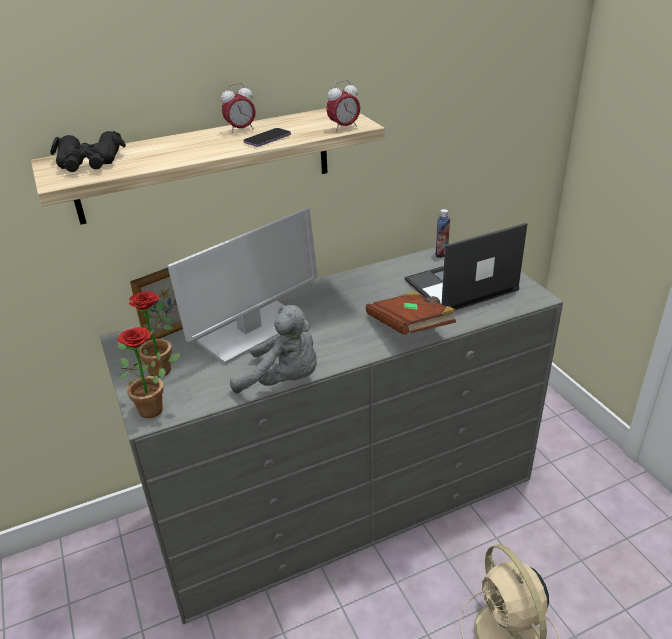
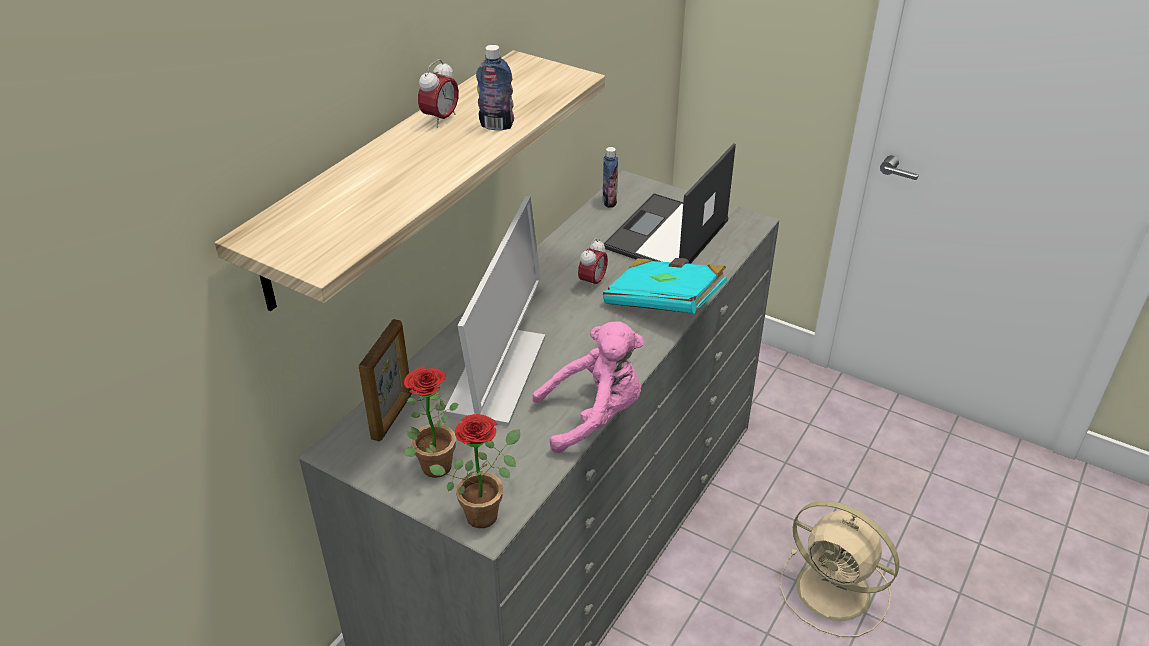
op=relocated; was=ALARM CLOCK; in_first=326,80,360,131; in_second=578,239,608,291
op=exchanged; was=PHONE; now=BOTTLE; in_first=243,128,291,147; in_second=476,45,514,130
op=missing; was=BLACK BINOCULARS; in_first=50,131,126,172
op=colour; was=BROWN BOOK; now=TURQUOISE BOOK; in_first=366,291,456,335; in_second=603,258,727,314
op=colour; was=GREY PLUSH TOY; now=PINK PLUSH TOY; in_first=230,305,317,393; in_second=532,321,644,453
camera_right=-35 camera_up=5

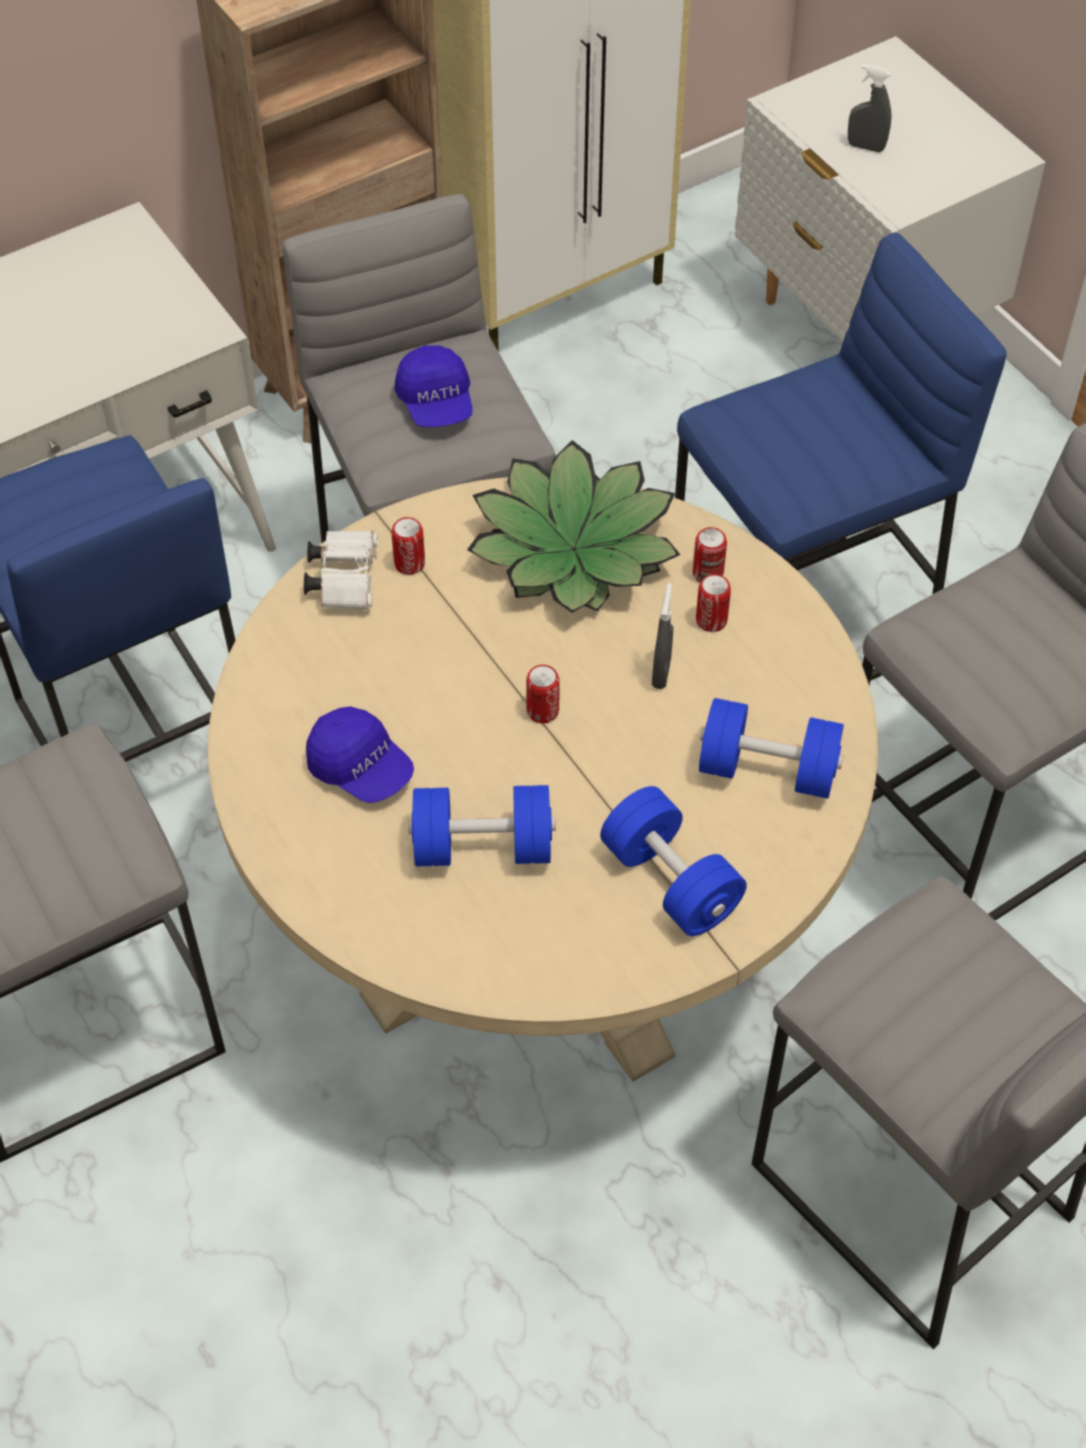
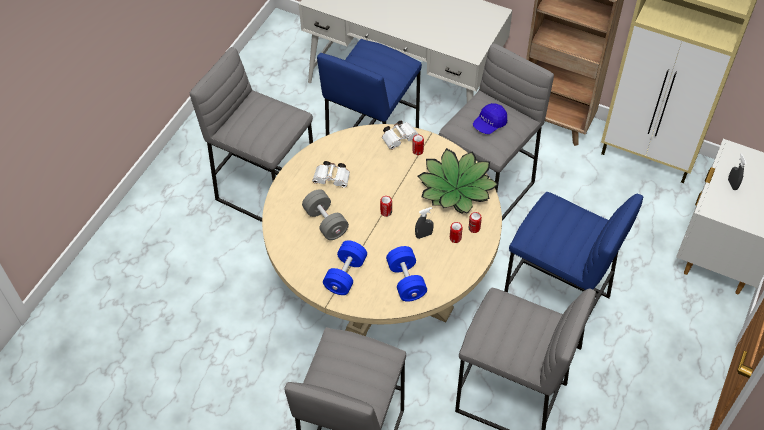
op=exchanged; was=BLUE CAP; now=WHITE BINOCULARS; in_first=306,706,414,803; in_second=312,161,350,188
op=colour; was=BLUE DUMBBELL; now=GREY DUMBBELL; in_first=408,785,556,866; in_second=302,189,349,240
camera_right=60 camera_up=0

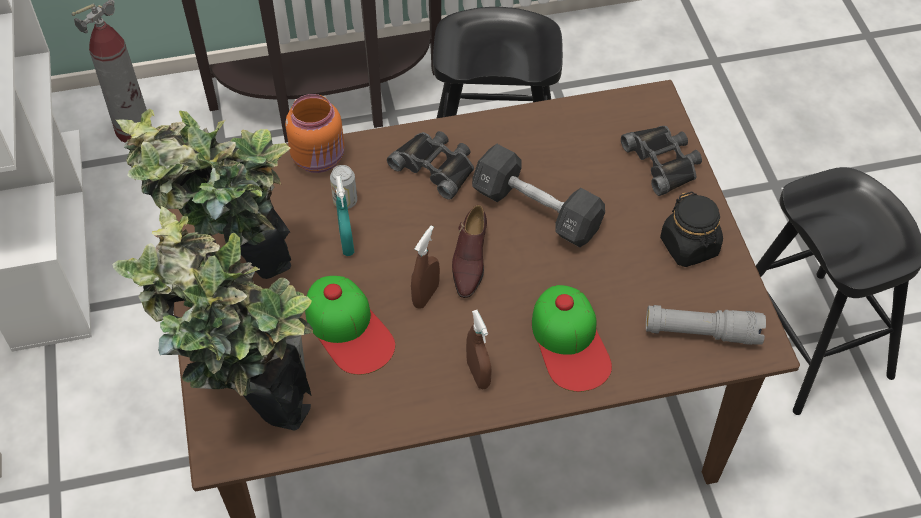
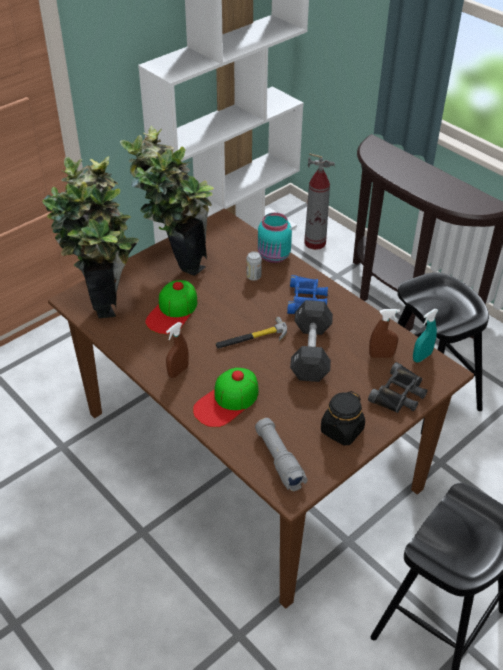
op=colour; was=ORANGE JAR; now=TURQUOISE JAR; in_first=285,94,344,173; in_second=258,213,292,263
op=colour; was=BLACK BINOCULARS; now=BLUE BINOCULARS; in_first=387,131,474,200; in_second=287,275,328,314
op=relocated; was=TURQUOISE SPRAY BOTTLE; in_first=336,176,354,256; in_second=413,309,439,362
op=exchanged; was=BROWN SHOE; now=HAMMER; in_first=452,205,487,298; in_second=216,317,287,348
op=relocated; was=BROWN SPRAY BOTTLE; in_first=411,225,440,309; in_second=369,309,400,358
camera_right=60 camera_up=-10

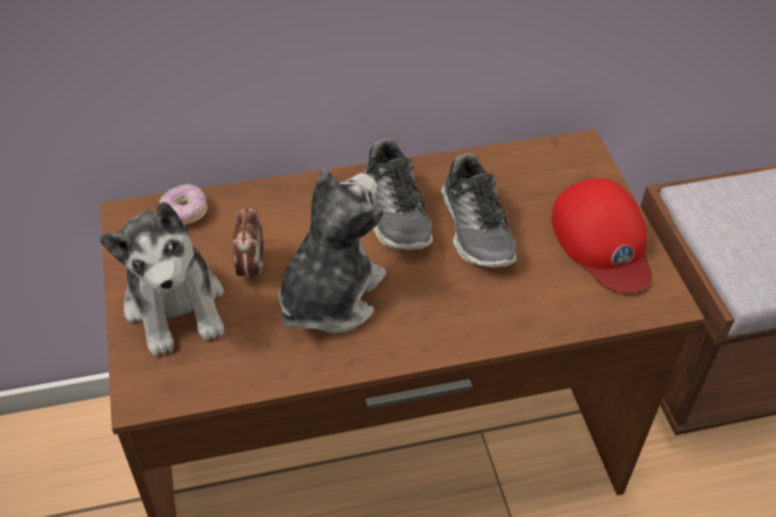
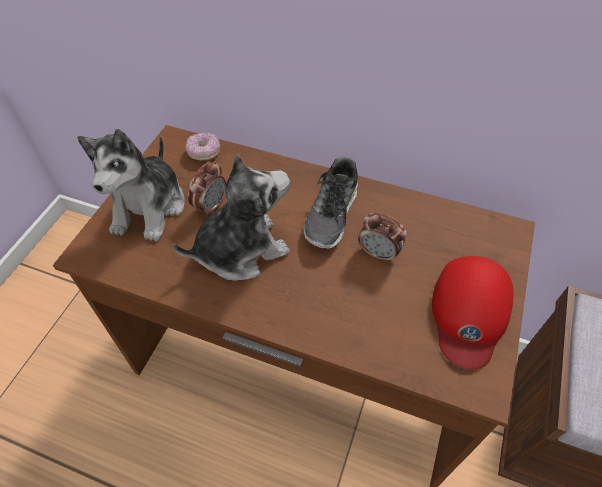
op=exchanged; was=SHOE; now=ALARM CLOCK; in_first=441,153,516,267; in_second=358,212,407,263
camera_right=35 camera_up=5

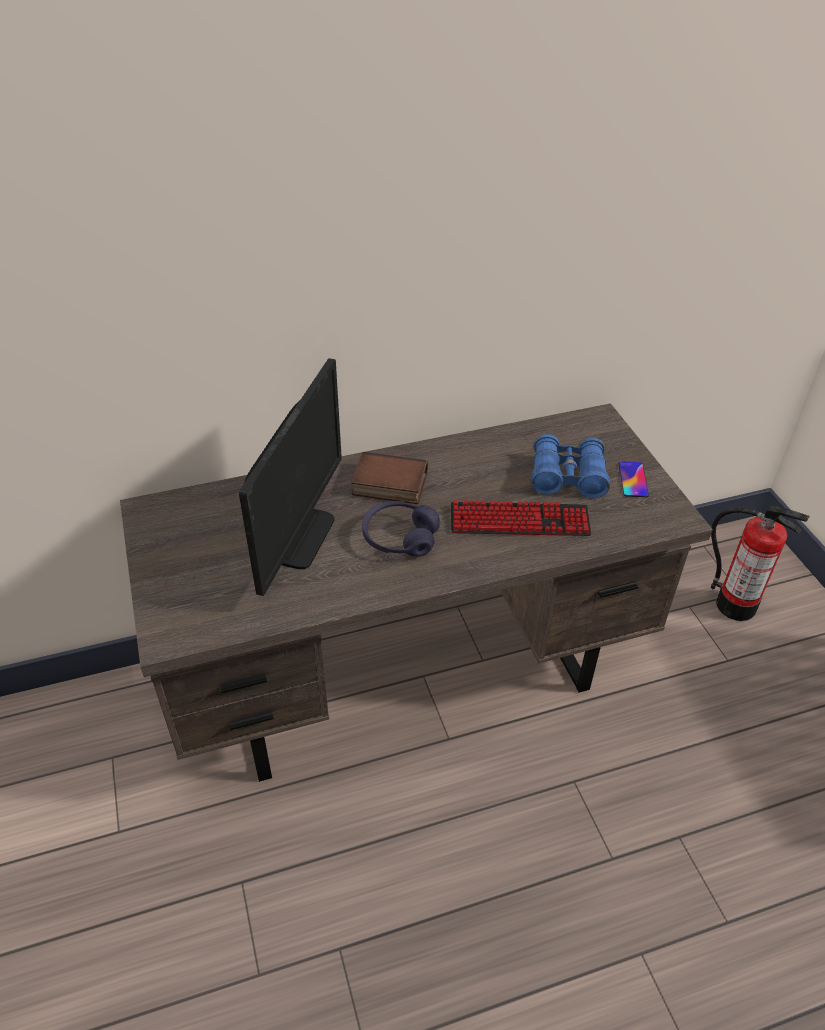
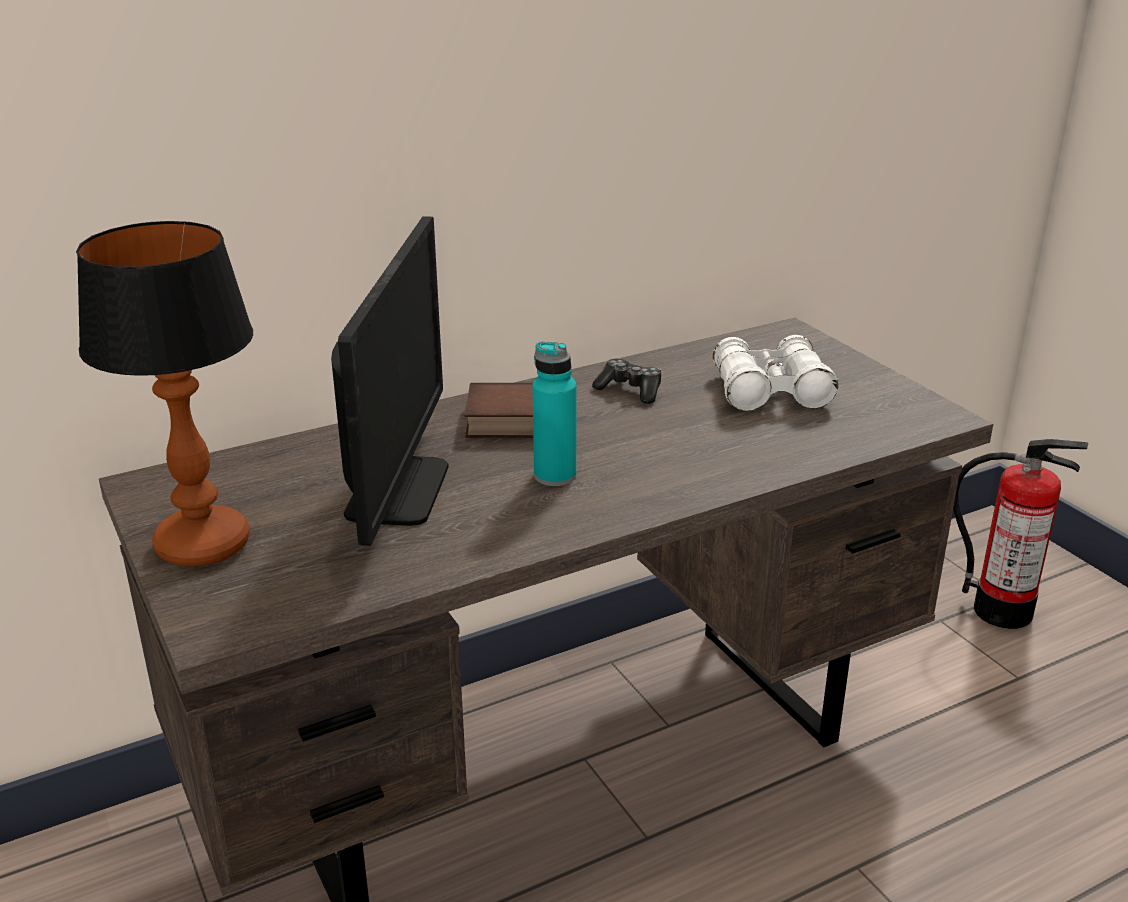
op=colour; was=BLUE BINOCULARS; now=WHITE BINOCULARS; in_first=531,434,610,498; in_second=713,335,838,411
op=missing; was=PHONE; in_first=618,461,649,497
op=missing; was=KEYBOARD; in_first=451,500,591,536
op=exchanged; was=PURPLE HEADPHONES; now=TURQUOISE BOTTLE; in_first=362,501,440,557; in_second=533,342,577,486
op=appeared; now=TABLE LAMP; in_second=76,221,253,567
op=appeared; now=GAME CONTROLLER; in_second=592,358,661,404
camera_right=-10 camera_up=-15

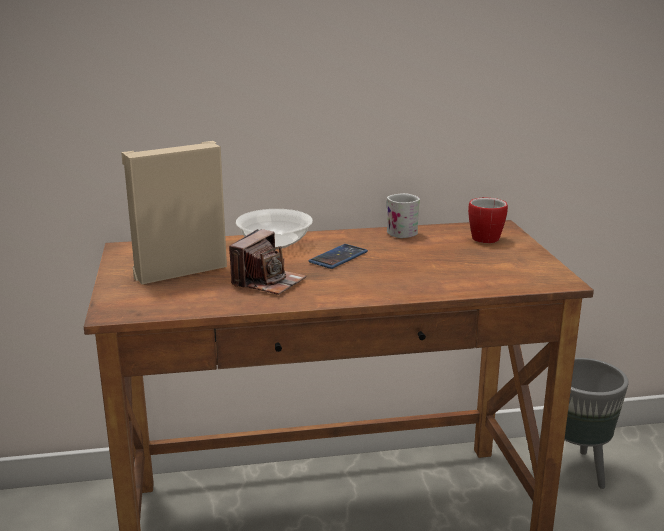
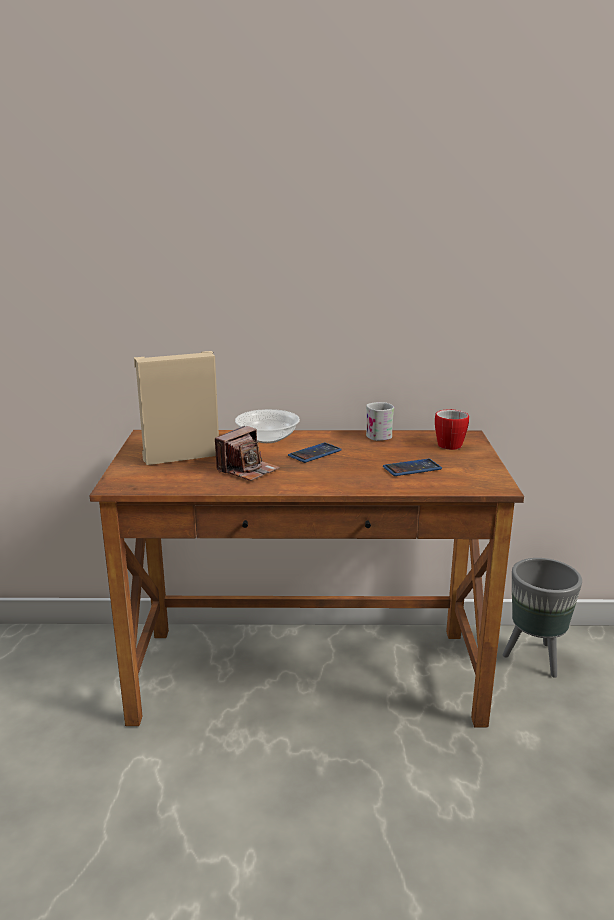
op=appeared; now=PHONE; in_second=383,458,442,476
camera_right=10 camera_up=0

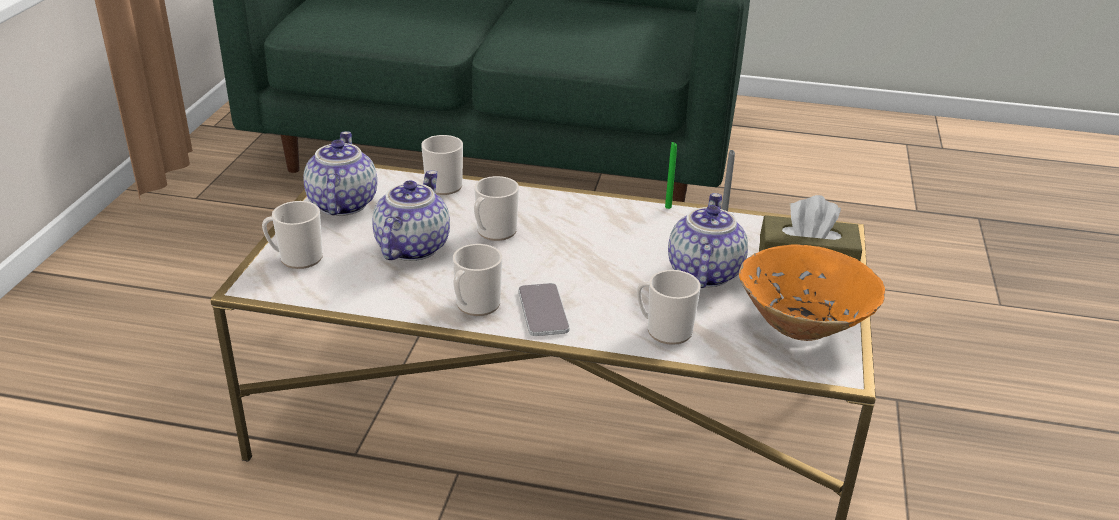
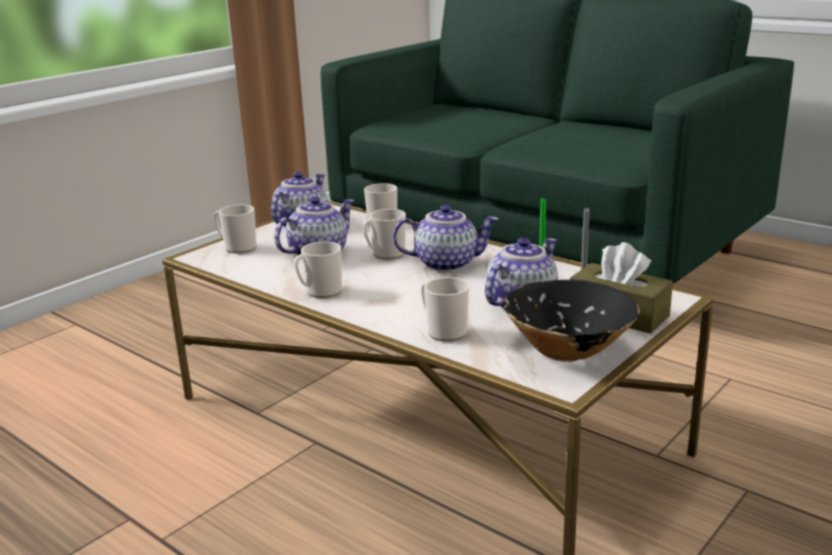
op=colour; was=ORANGE BOWL; now=BLACK BOWL; in_first=739,244,885,341; in_second=504,280,640,362
op=missing; was=PHONE; in_first=519,283,570,336
op=appeared; now=TEAPOT; in_second=393,204,499,272
camera_right=30 camera_up=-10

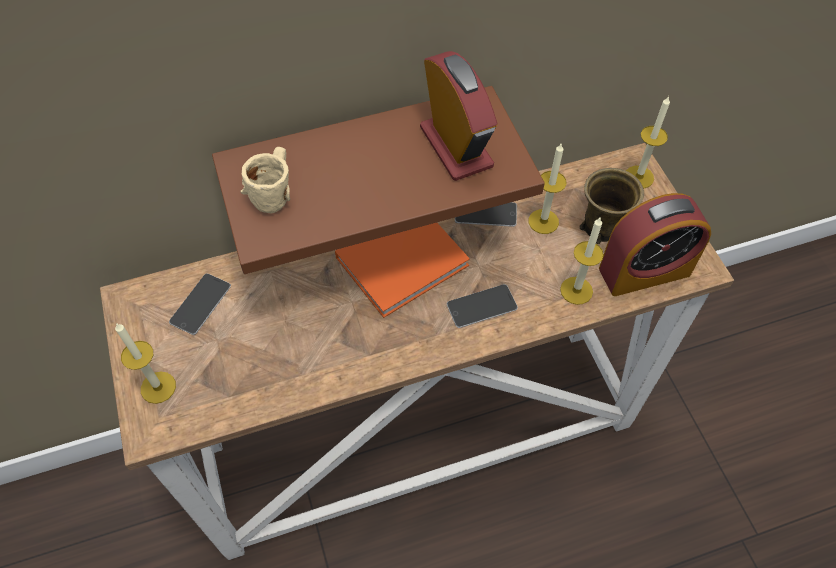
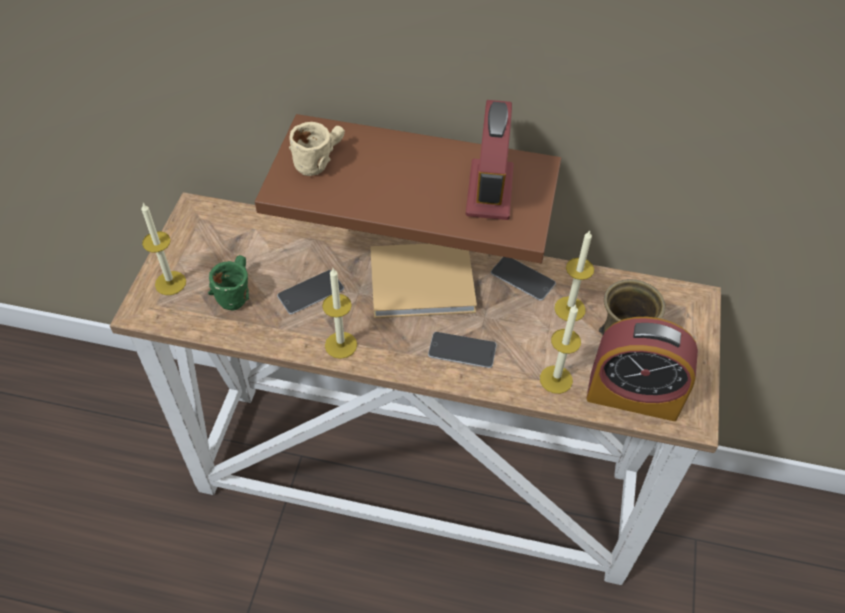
op=relocated; was=CANDLE; in_first=626,96,670,188; in_second=322,268,357,359
op=colour; was=ORANGE BOOK; now=BEIGE BOOK; in_first=335,223,470,318; in_second=370,244,477,318
op=relocated; was=PHONE; in_first=169,274,231,335; in_second=277,270,344,314
op=appeared; now=GREEN MUG; in_second=208,255,249,311
camera_right=30 camera_up=-5

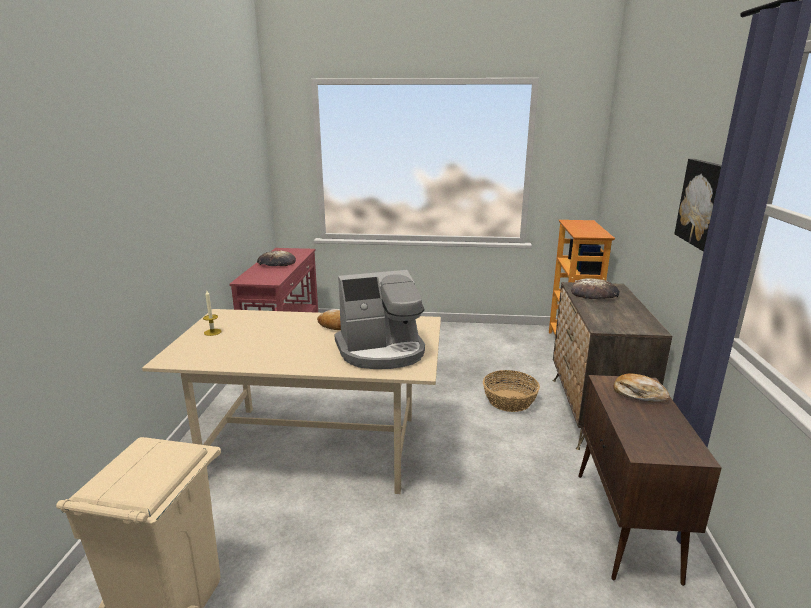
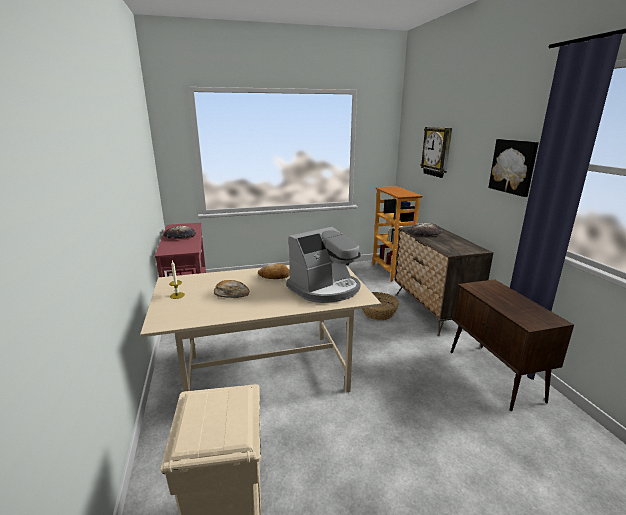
op=relocated; was=BREAD; in_first=613,373,670,402; in_second=214,280,249,298
op=appeared; now=WALL CLOCK; in_second=420,127,452,178
camera_right=-20 camera_up=0

